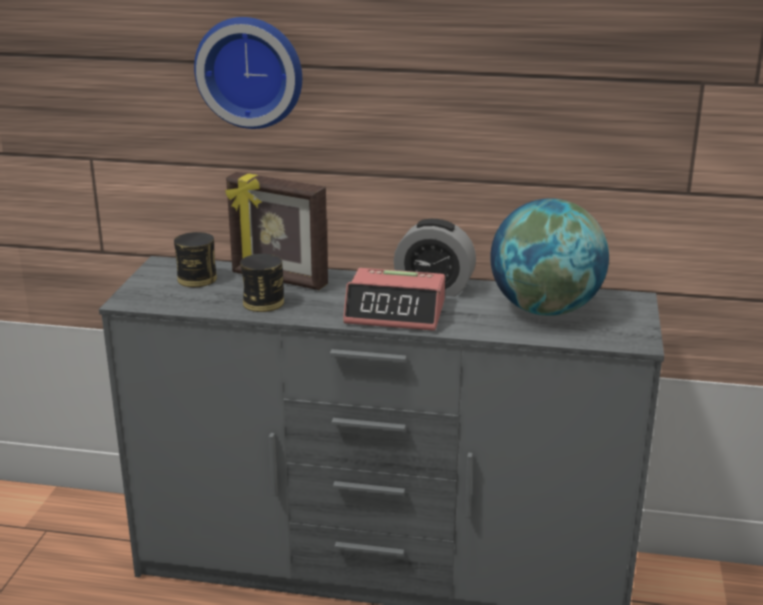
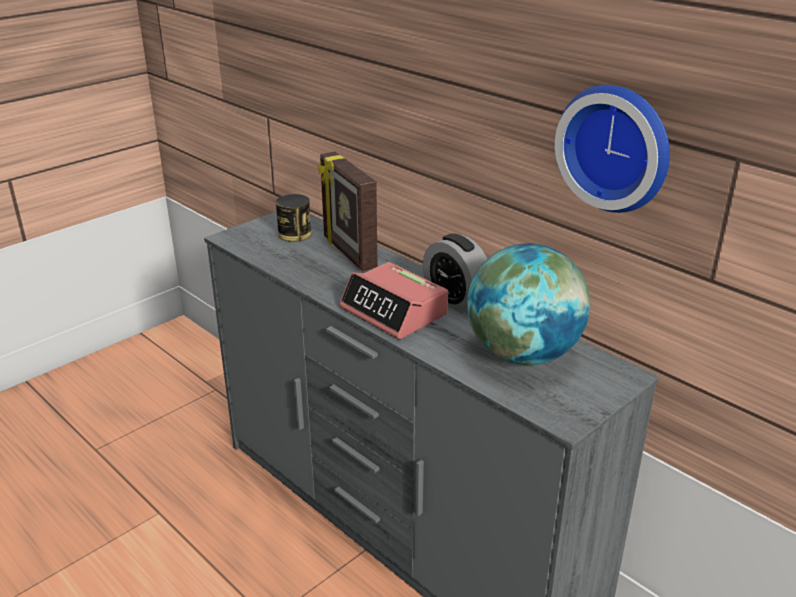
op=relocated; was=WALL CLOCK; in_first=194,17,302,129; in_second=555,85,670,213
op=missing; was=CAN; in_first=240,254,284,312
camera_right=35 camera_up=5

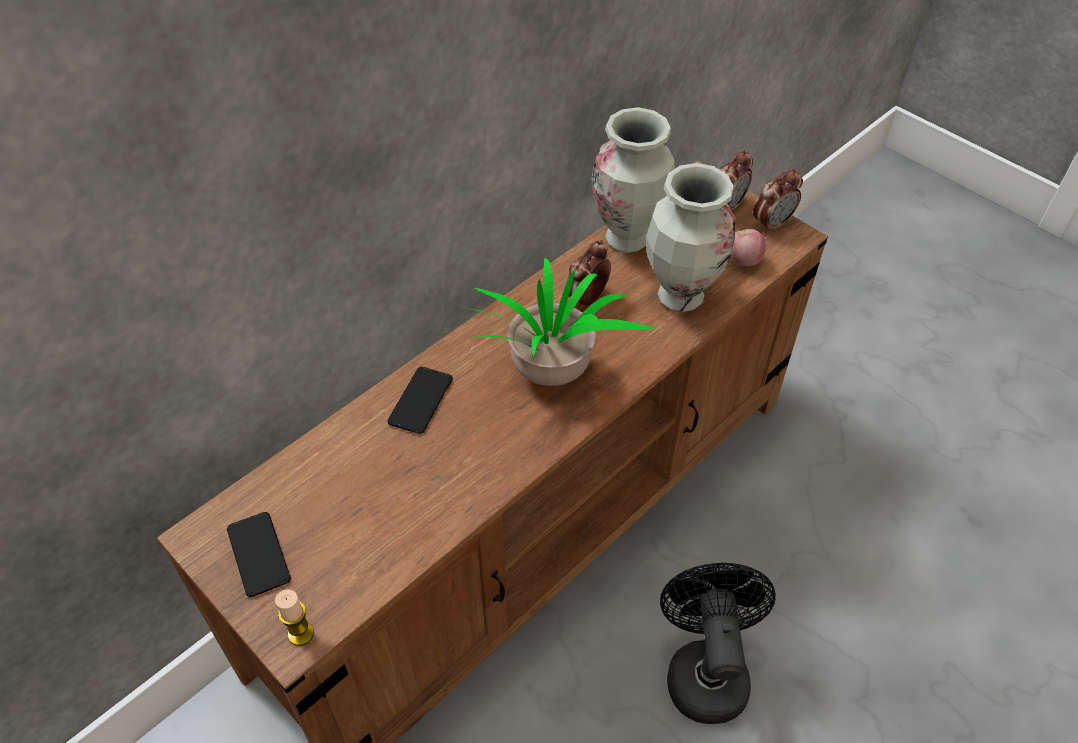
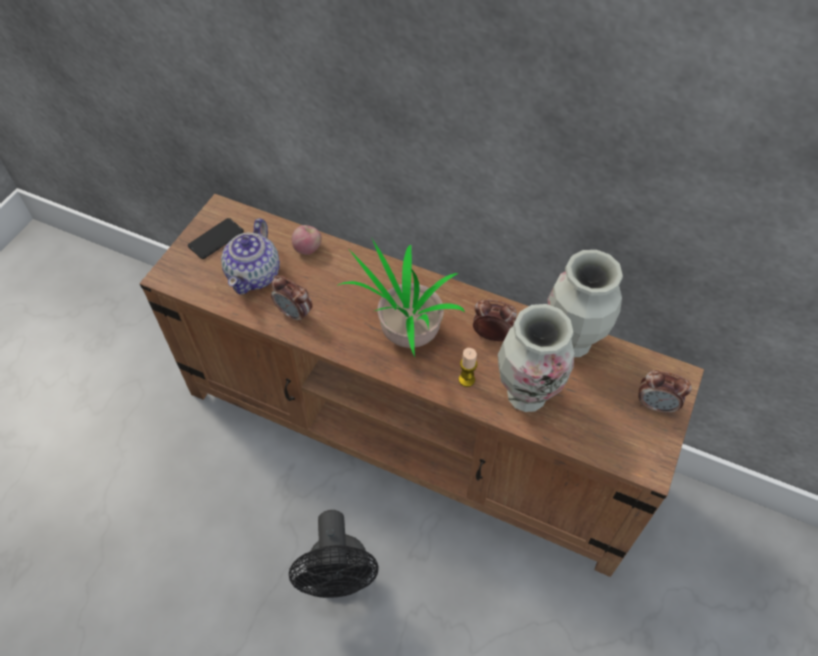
op=relocated; was=ALARM CLOCK; in_first=753,169,803,234; in_second=271,275,313,323
op=relocated; was=APPLE; in_first=730,229,766,266; in_second=292,225,322,255
op=missing; was=PHONE; in_first=387,367,453,434
op=spun; was=BLACK FAN; in_first=660,563,776,724; in_second=289,510,379,598; clockwise=105
op=relocated; was=CANDLE; in_first=275,590,314,646; in_second=459,348,477,387
op=appeared; now=TEAPOT; in_second=221,218,280,294
camera_right=70 camera_up=5

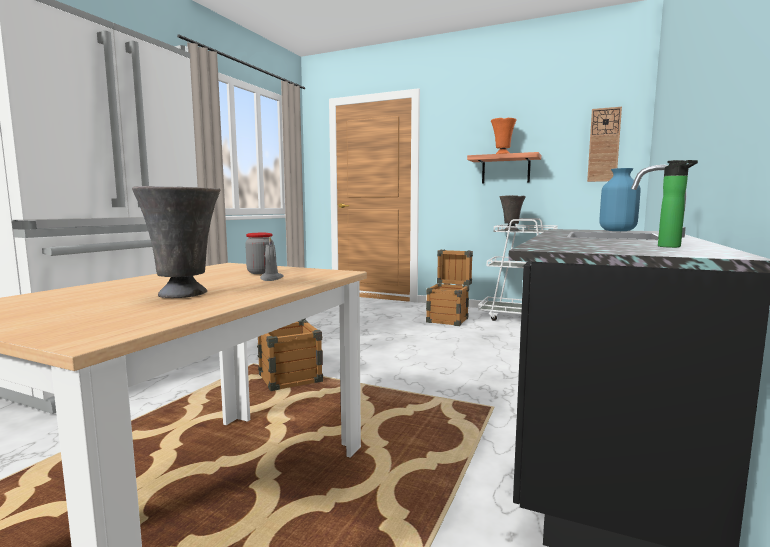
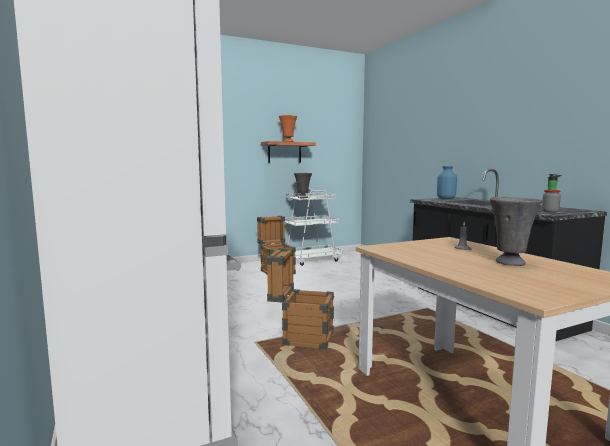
op=missing; was=WALL CLOCK; in_first=587,107,622,182
op=relocated; was=JAR; in_first=245,233,274,274; in_second=542,190,561,213
camera_right=-50 camera_up=0

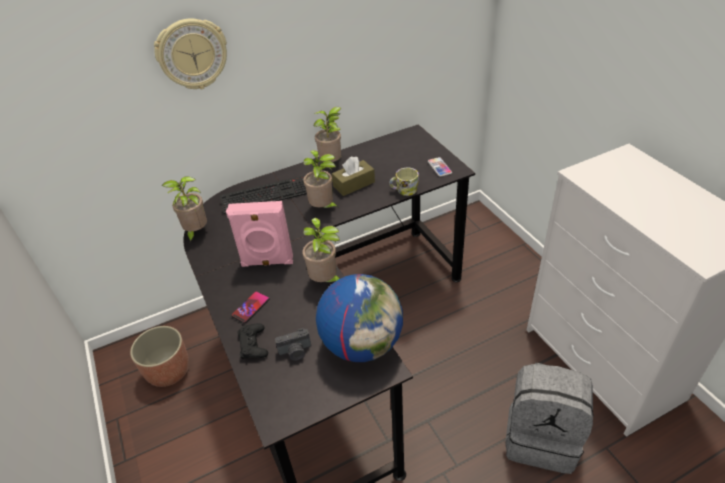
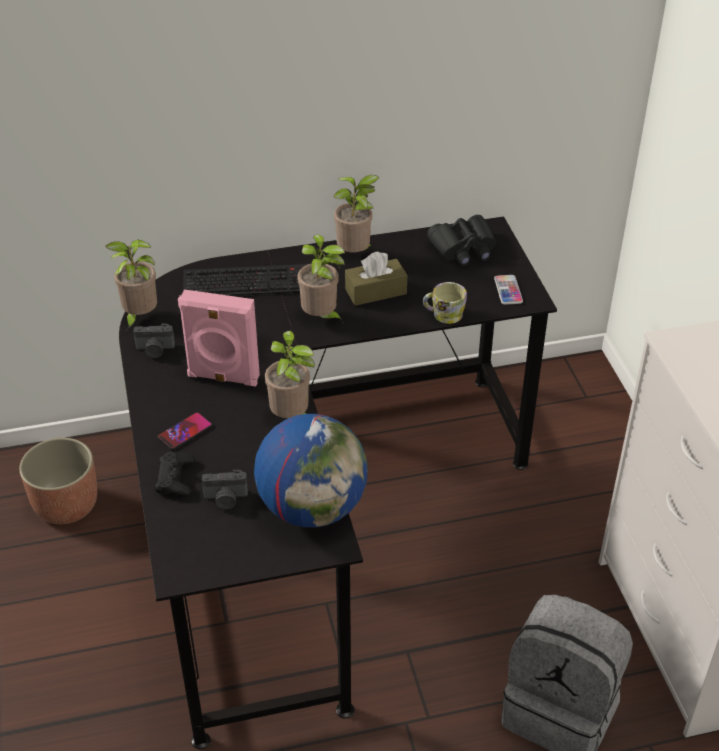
op=missing; was=WALL CLOCK; in_first=154,18,227,89
op=appeared; now=BLACK BINOCULARS; in_second=427,215,496,266
op=appeared; now=PHOTO CAMERA; in_second=133,323,175,358
camera_right=10 camera_up=0

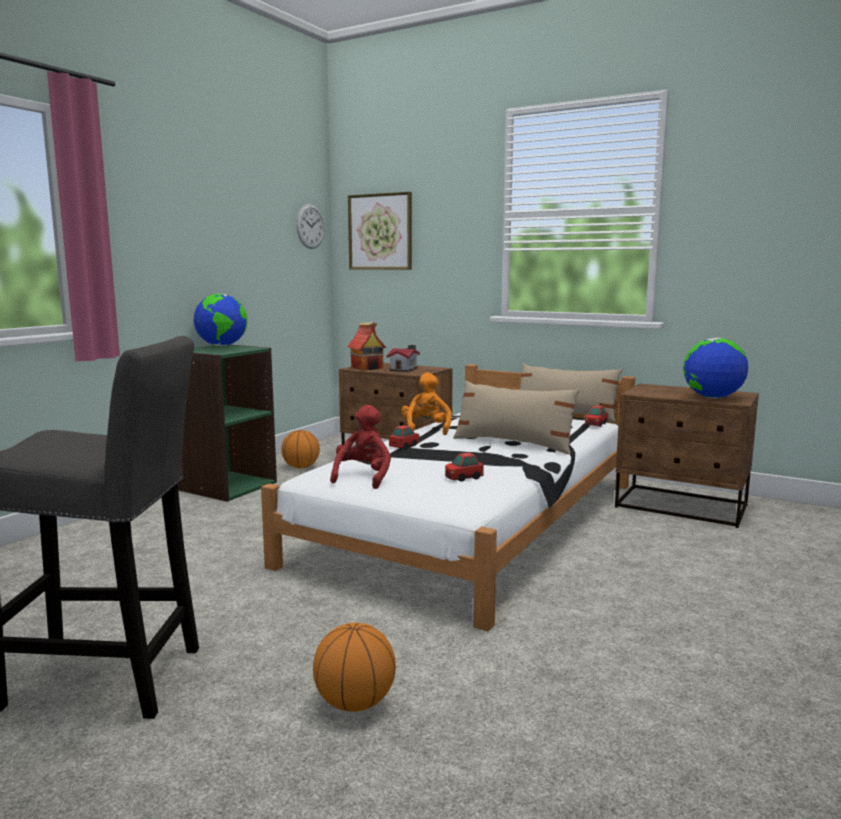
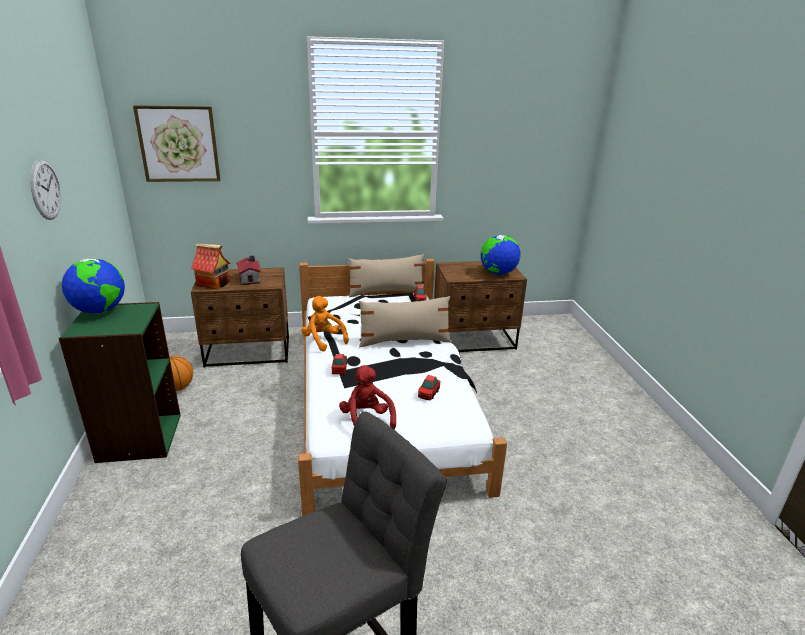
op=relocated; was=WALL CLOCK; in_first=296,204,325,249; in_second=30,159,61,220
op=missing; was=BASKETBALL; in_first=313,623,396,712
camera_right=-40 camera_up=15

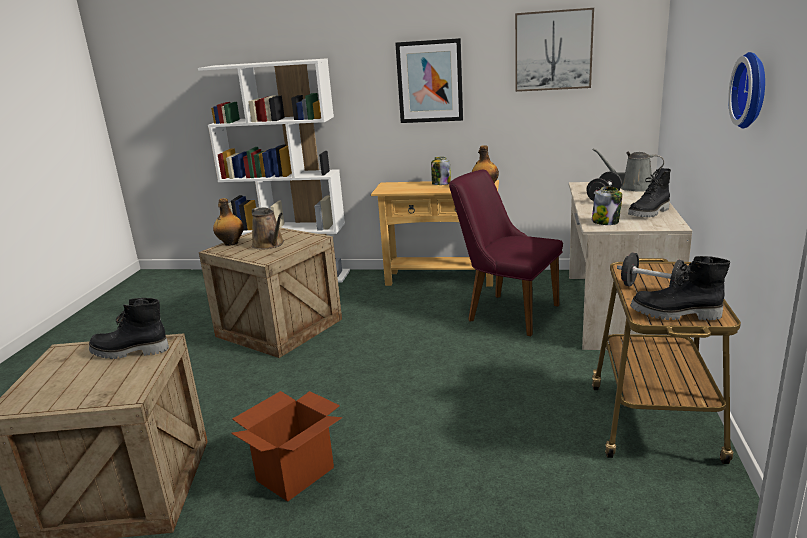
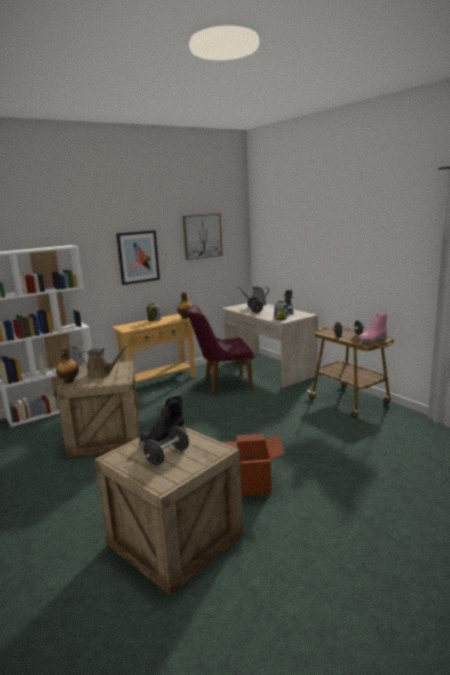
op=missing; was=WALL CLOCK; in_first=728,52,765,129
op=colour; was=BLACK BOOT; now=PINK BOOT; in_first=630,256,730,320; in_second=357,313,387,343
op=appeared; now=BLACK DUMBBELL; in_second=144,426,189,466
camera_right=-45 camera_up=-5

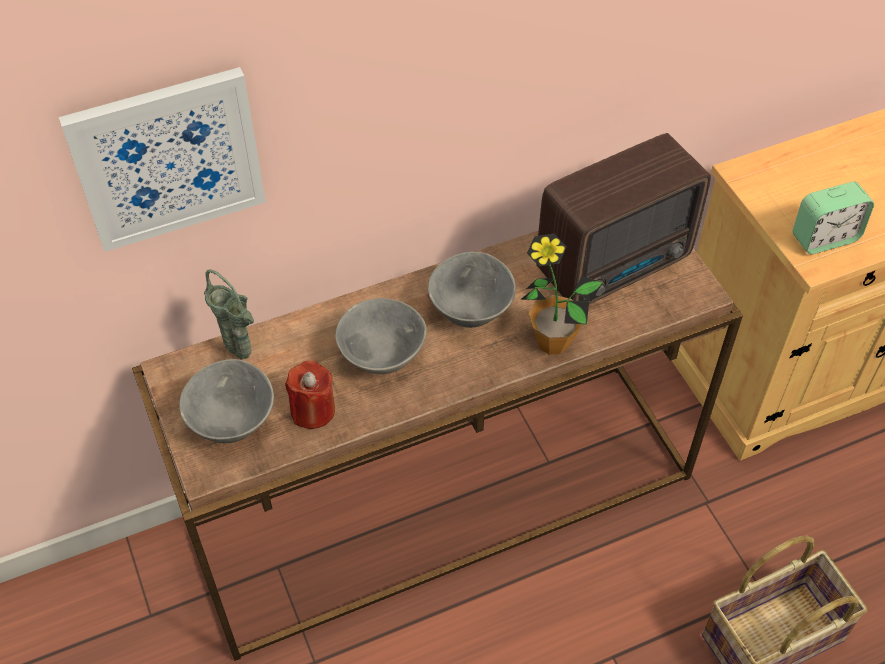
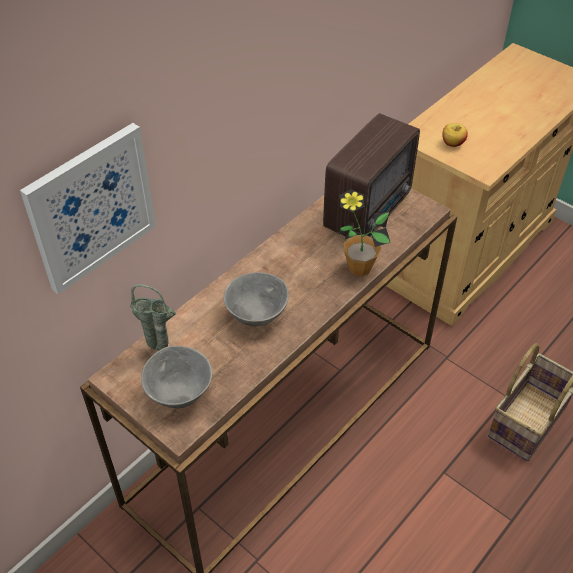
op=missing; was=ALARM CLOCK; in_first=792,182,874,254
op=missing; was=GREY BOWL; in_first=428,252,516,328
op=missing; was=RED CANDLE; in_first=285,360,335,429
op=appeared; now=APPLE; in_second=442,123,468,147
camera_right=-25 camera_up=-5

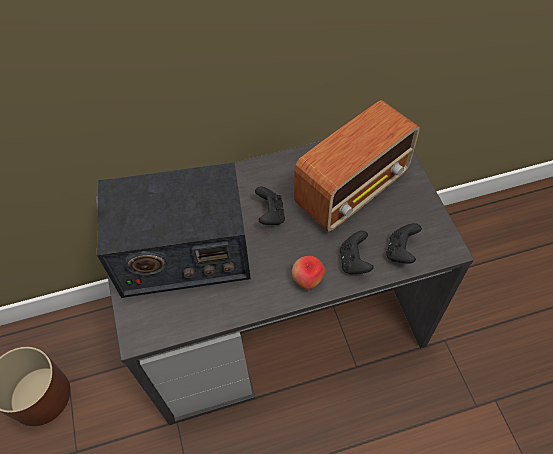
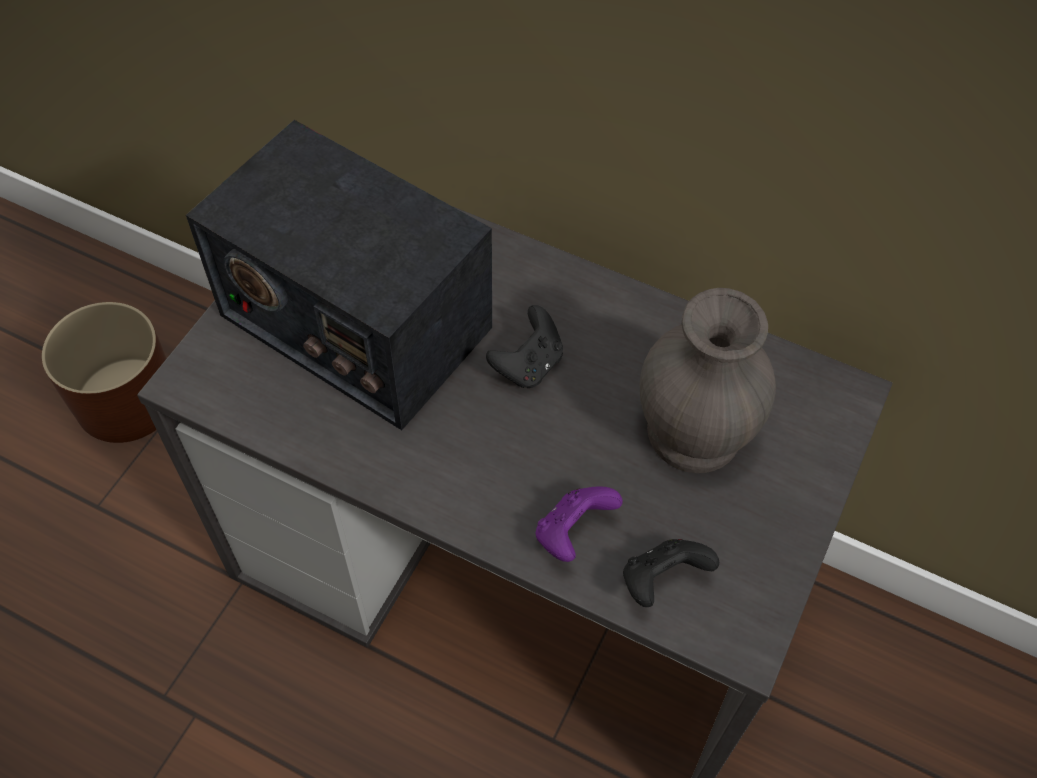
op=exchanged; was=RADIO; now=GREY VASE; in_first=294,100,420,232; in_second=639,288,776,473
op=colour; was=BLACK GAME CONTROLLER; now=PURPLE GAME CONTROLLER; in_first=340,231,374,274; in_second=536,486,623,562
op=missing; was=APPLE; in_first=292,256,325,290
camera_right=40 camera_up=0

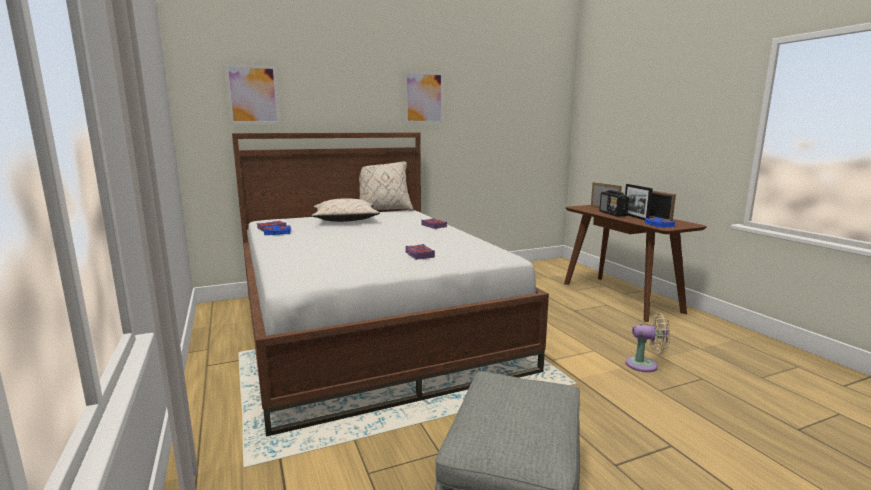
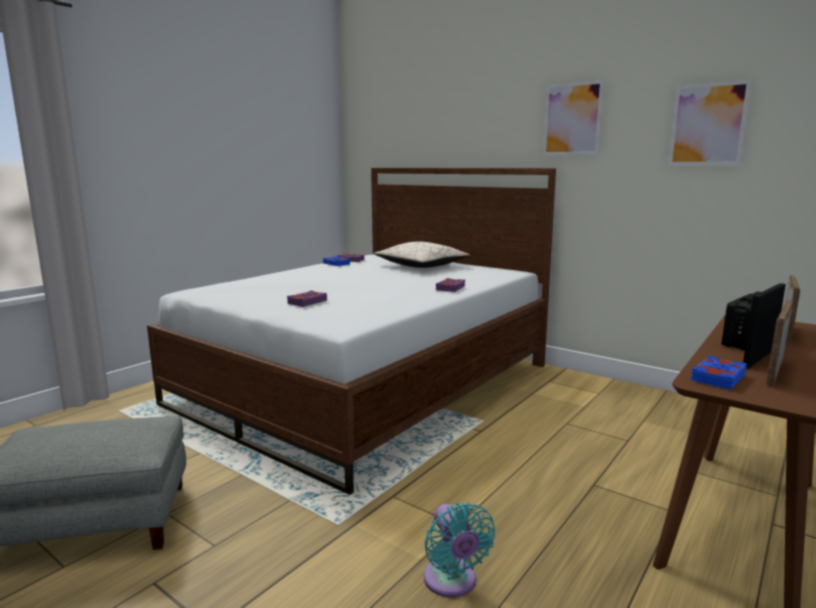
op=relocated; was=PICTURE; in_first=225,64,280,124; in_second=668,80,752,165
op=missing; was=BEIGE PILLOW; in_first=359,161,413,211
op=colour; was=BEIGE FAN; now=TURQUOISE FAN; in_first=626,313,670,372; in_second=424,503,496,598
camera_right=60 camera_up=0

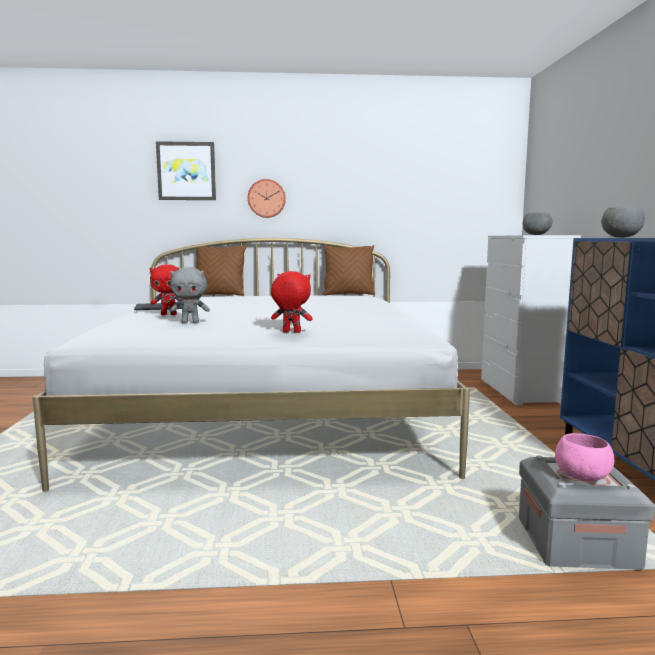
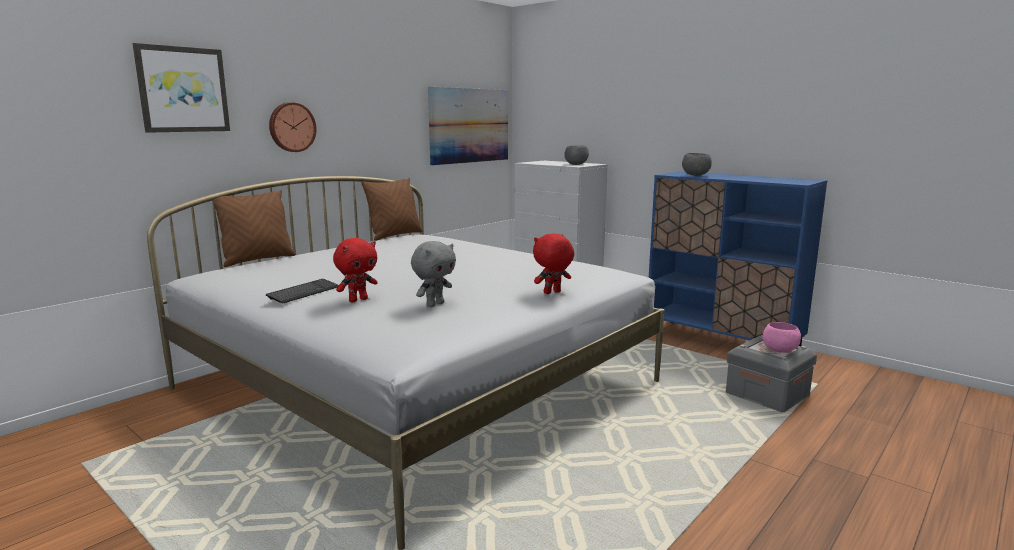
op=appeared; now=PICTURE; in_second=428,87,508,165
camera_right=-45 camera_up=5

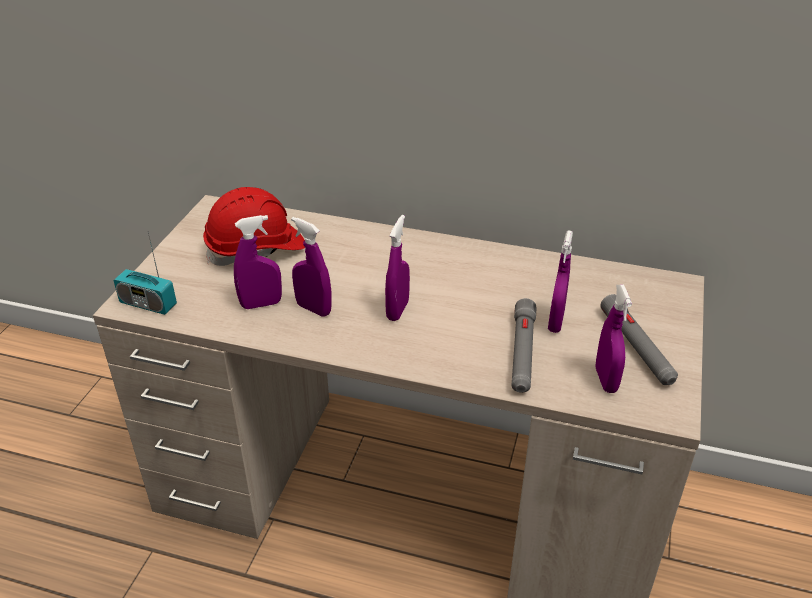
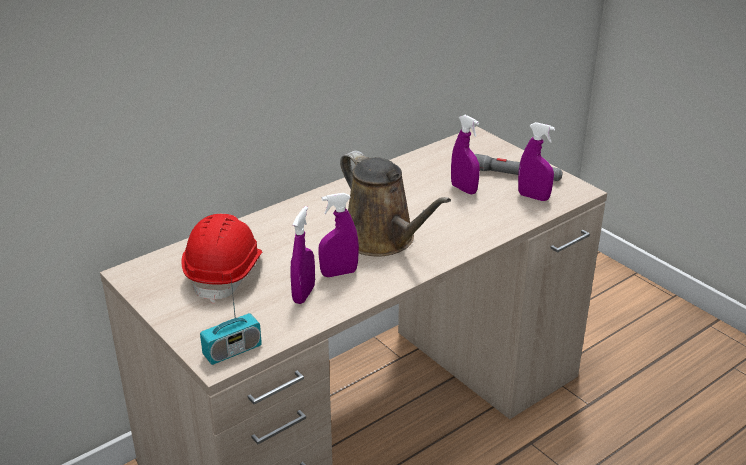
op=exchanged; was=PURPLE SPRAY BOTTLE; now=BROWN WATERING CAN; in_first=385,215,410,321; in_second=340,150,451,257
op=missing; was=GREY FLASHLIGHT; in_first=512,298,536,393
camera_right=-55 camera_up=-5

